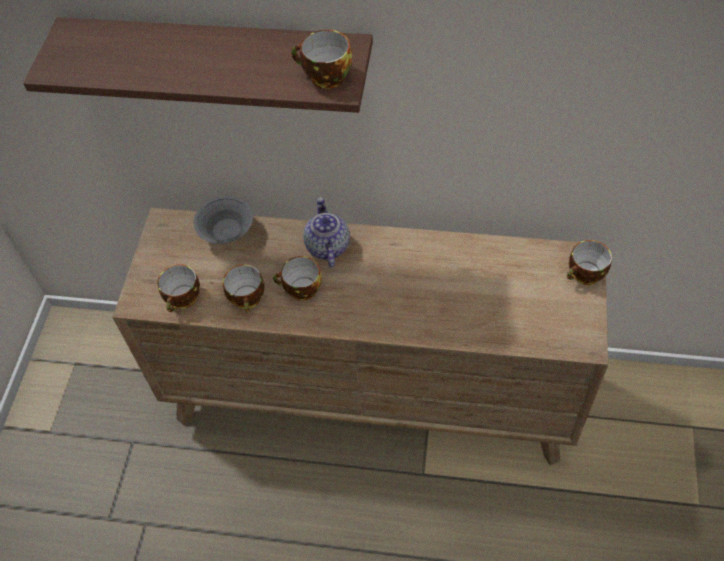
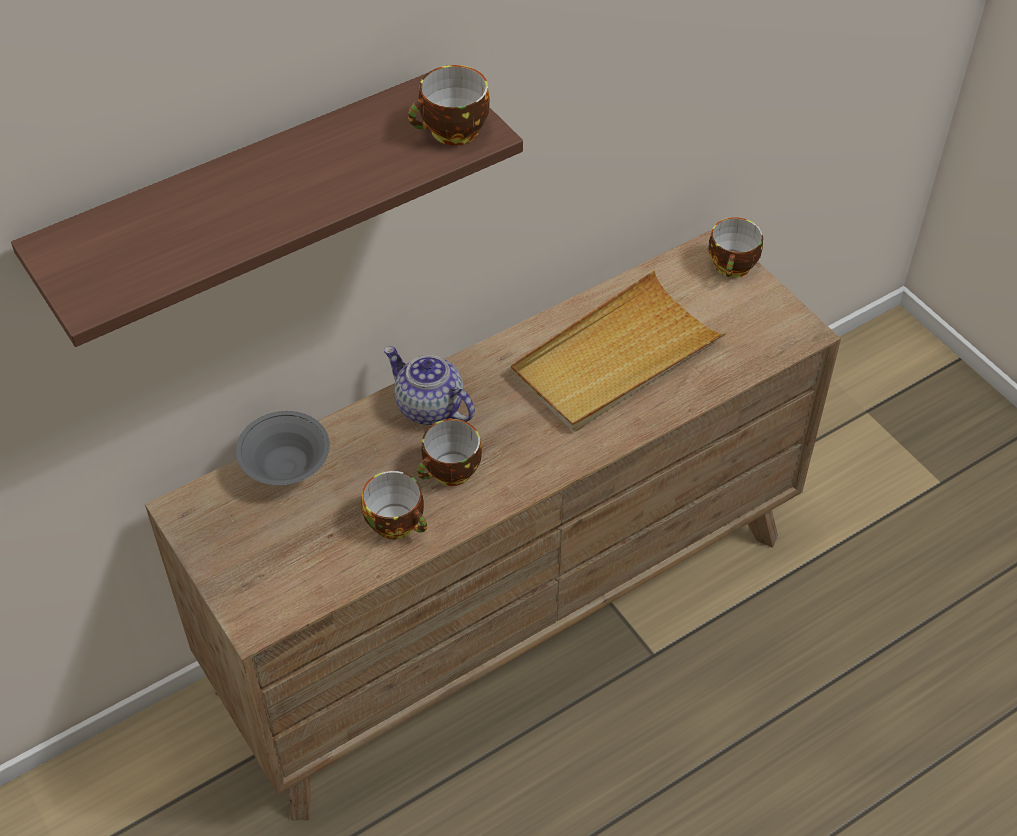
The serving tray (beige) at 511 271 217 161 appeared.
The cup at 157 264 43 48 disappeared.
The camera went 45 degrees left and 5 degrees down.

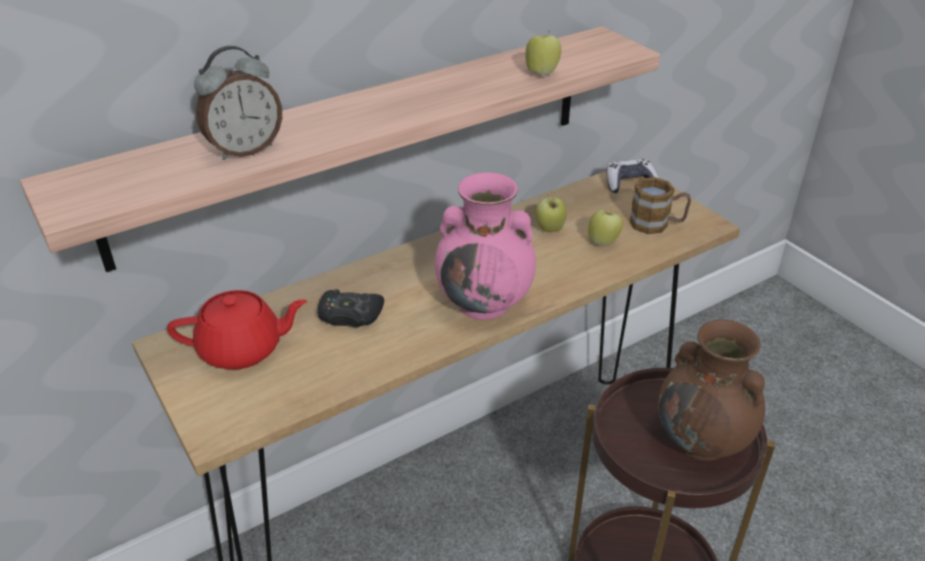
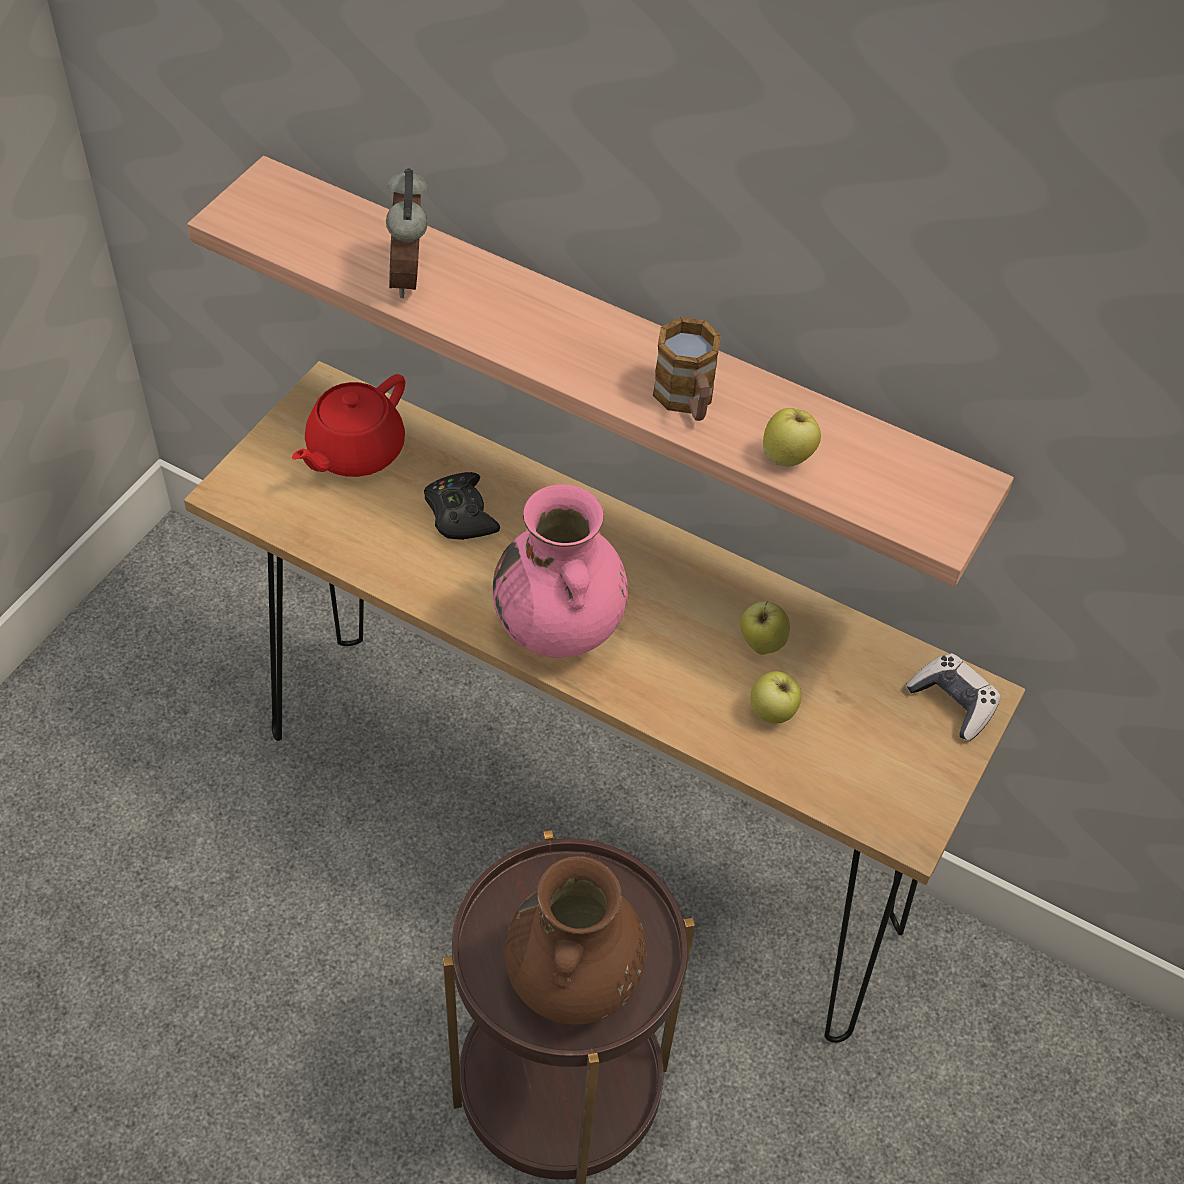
The pot for tea (reddish) at 167 290 140 80 turned 75 degrees clockwise.
The alarm clock at 194 46 88 114 turned 60 degrees clockwise.
The tea mug moved from 629 177 62 57 to 653 317 68 104.
The camera went 60 degrees right and 15 degrees up.

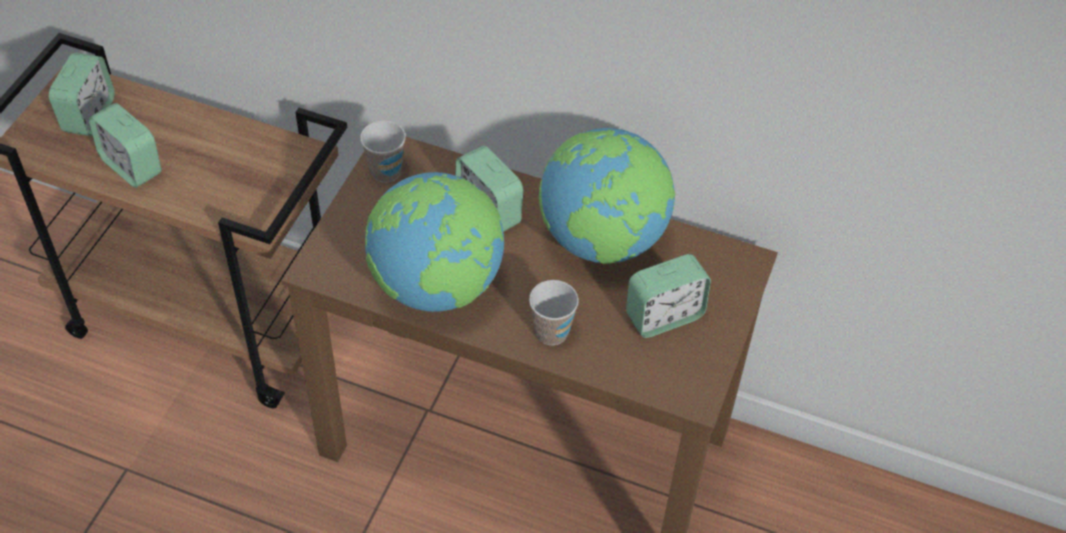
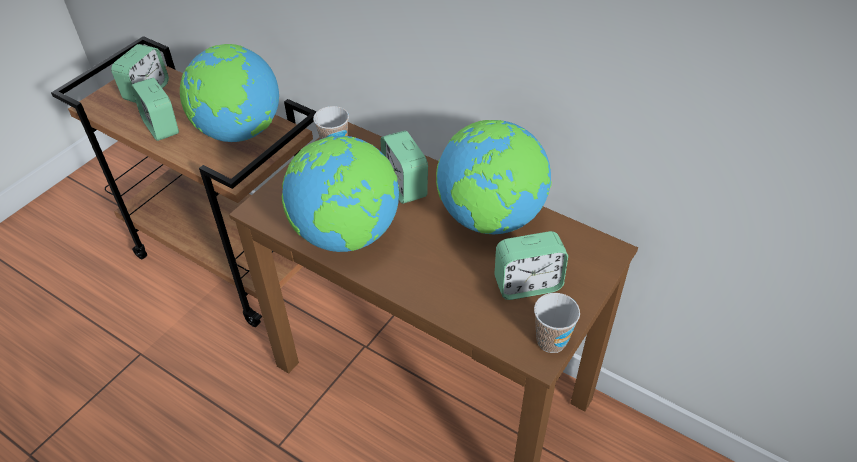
The world globe at 180 44 99 98 appeared.
The cup moved from 529 280 50 65 to 534 293 46 60.
The camera went 15 degrees right and 5 degrees down.

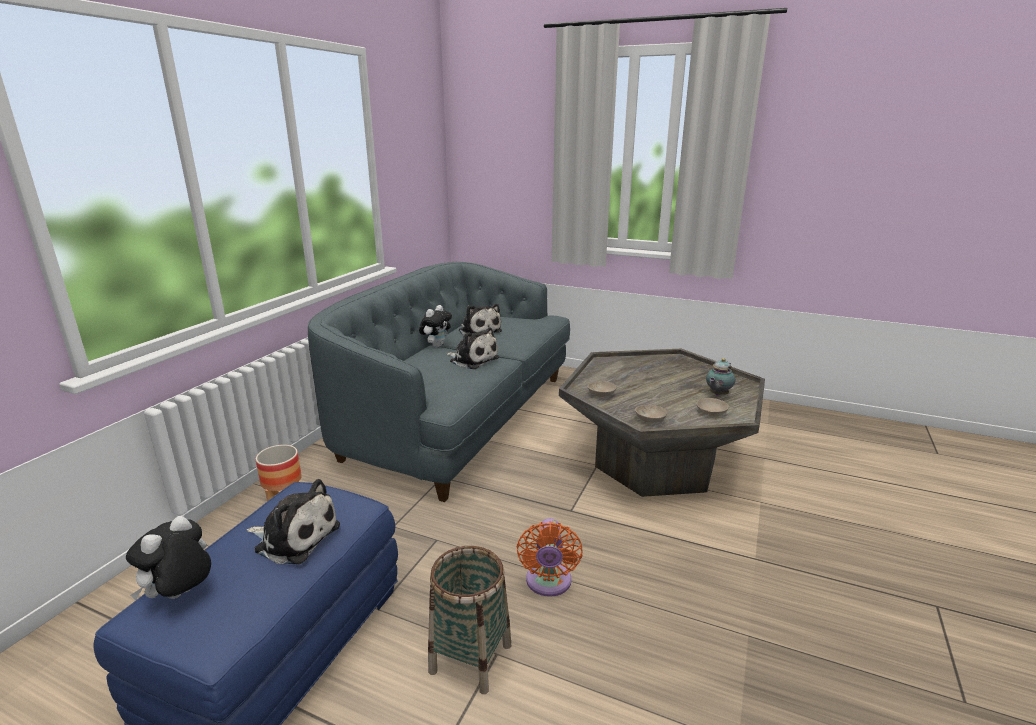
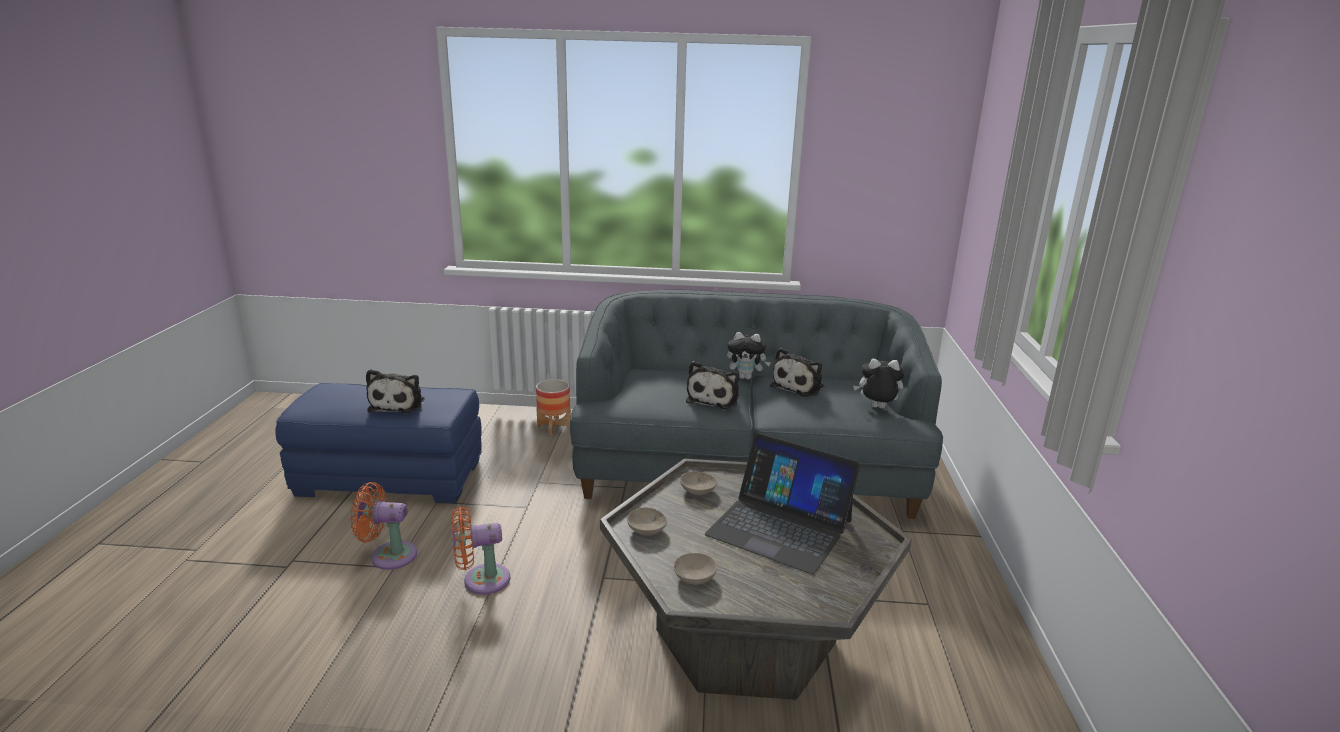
The household basket at 428 546 83 148 was replaced by the electric fan (orange-coloured) at 350 482 67 88.
The portable computer at 705 433 156 141 appeared.
The cuddly toy moved from 126 516 85 84 to 853 359 52 50.
The pot for tea at 706 358 29 38 disappeared.
The camera went 70 degrees right and 0 degrees up.

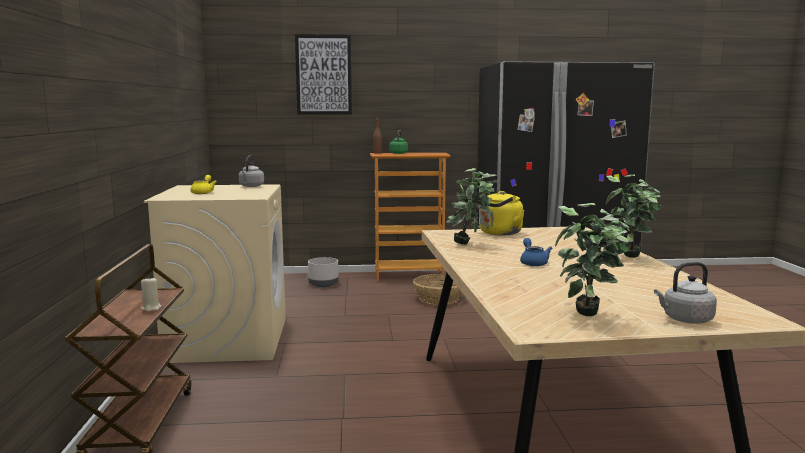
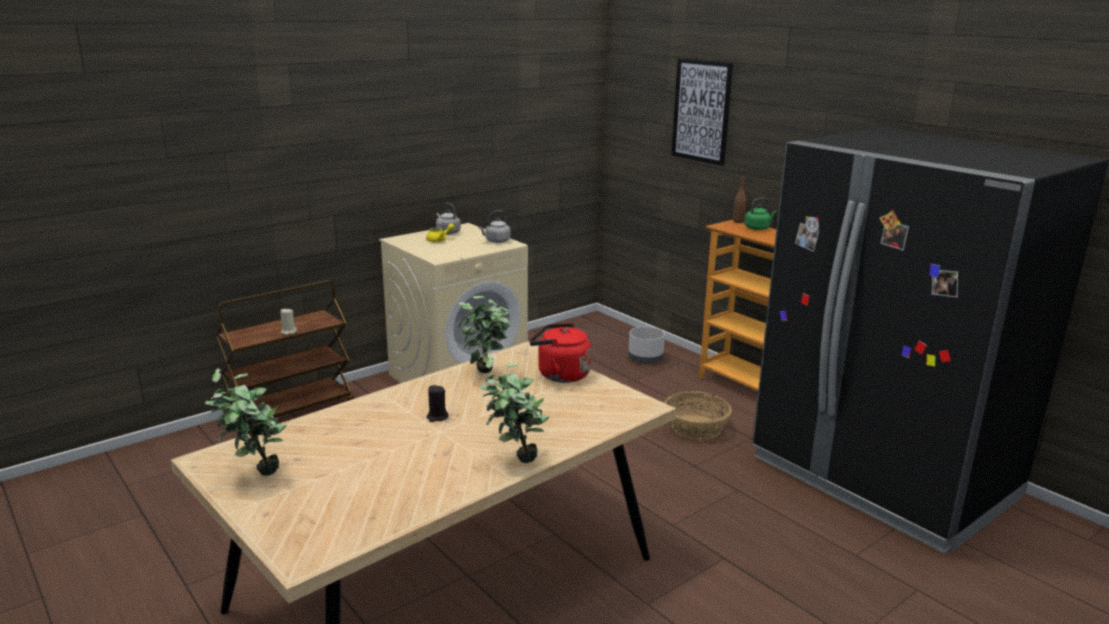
The pot for tea (bluish) at 520 238 32 28 was replaced by the candle (black-coloured) at 426 385 23 37.
The water kettle (grey) moved from 654 262 63 62 to 436 203 25 31.
The water kettle (yellowish) at 472 191 53 44 became the water kettle (reddish) at 529 323 62 60.
The camera went 55 degrees right and 10 degrees up.

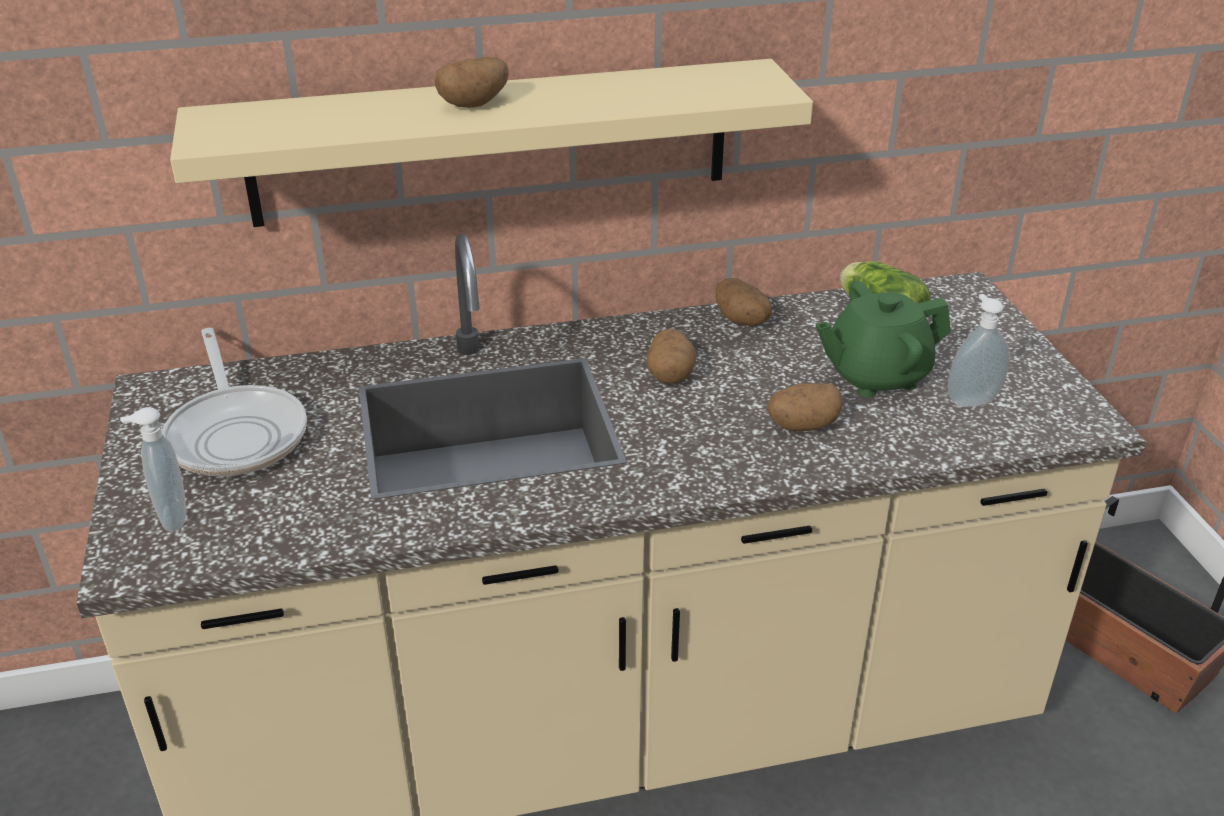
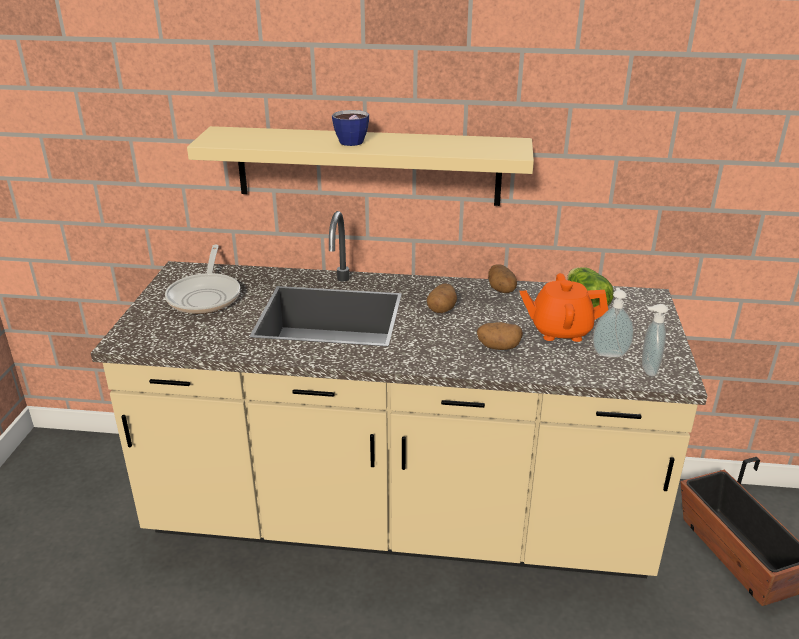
The spud at 435 57 74 51 was replaced by the cup at 332 110 37 36.
The pot for tea (greenish) at 816 281 135 116 became the pot for tea (orange-coloured) at 520 273 88 69.
The soap dispenser moved from 120 407 66 125 to 642 304 26 72.
The camera went 20 degrees right and 5 degrees down.

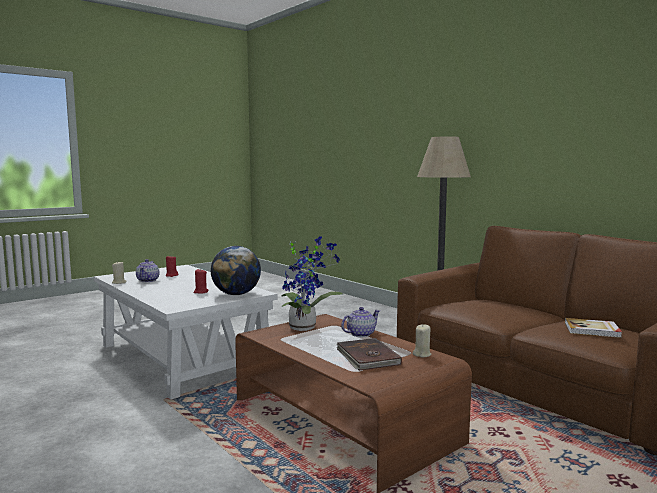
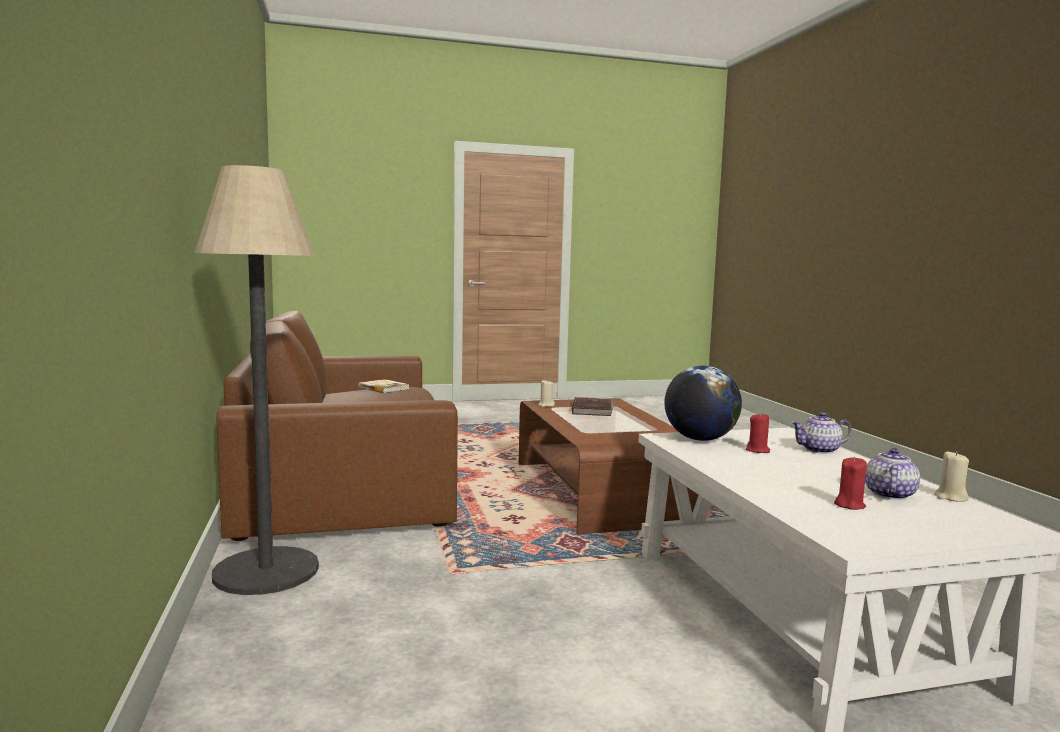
The pot for tea moved from 341 307 39 30 to 791 412 61 42.
The plant in a pot at 281 236 62 95 disappeared.
The camera went 155 degrees left and 0 degrees up.

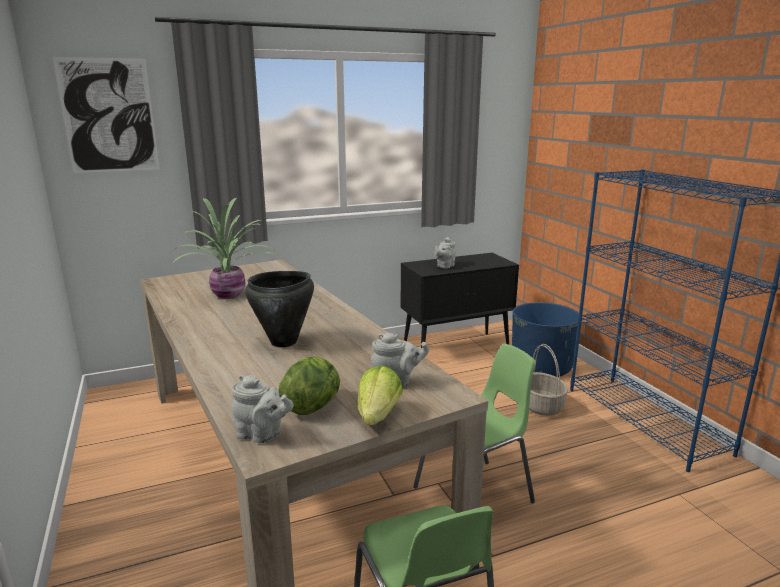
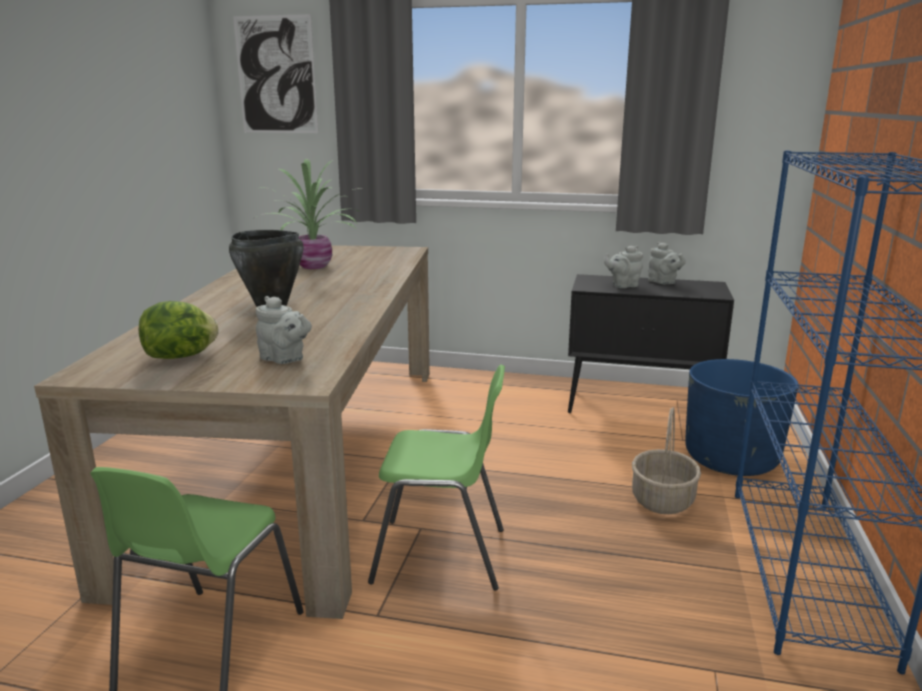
The pot for tea (grey) moved from 231 375 63 68 to 648 242 38 42.
The head of lettuce at 358 365 45 60 disappeared.
The camera went 35 degrees right and 0 degrees up.

